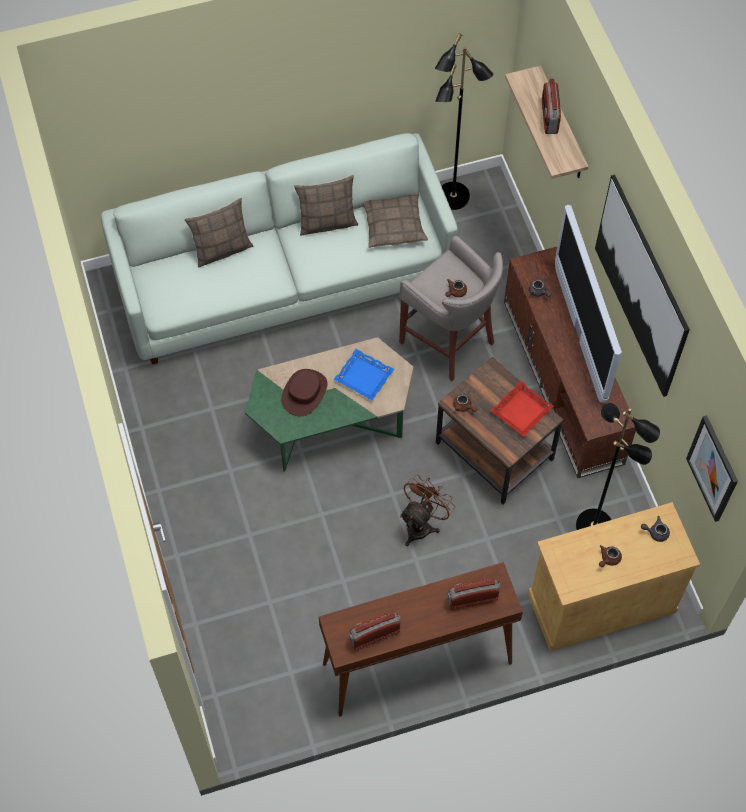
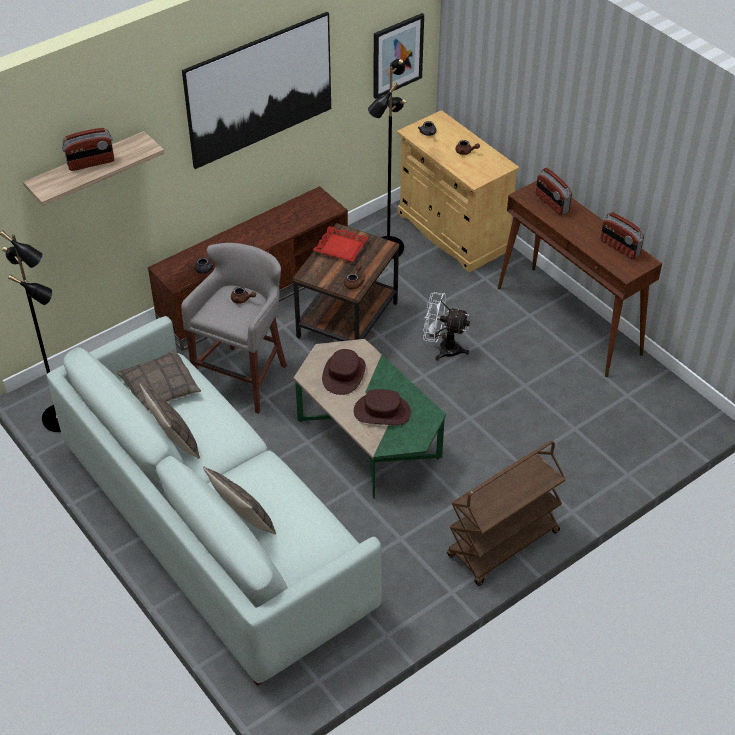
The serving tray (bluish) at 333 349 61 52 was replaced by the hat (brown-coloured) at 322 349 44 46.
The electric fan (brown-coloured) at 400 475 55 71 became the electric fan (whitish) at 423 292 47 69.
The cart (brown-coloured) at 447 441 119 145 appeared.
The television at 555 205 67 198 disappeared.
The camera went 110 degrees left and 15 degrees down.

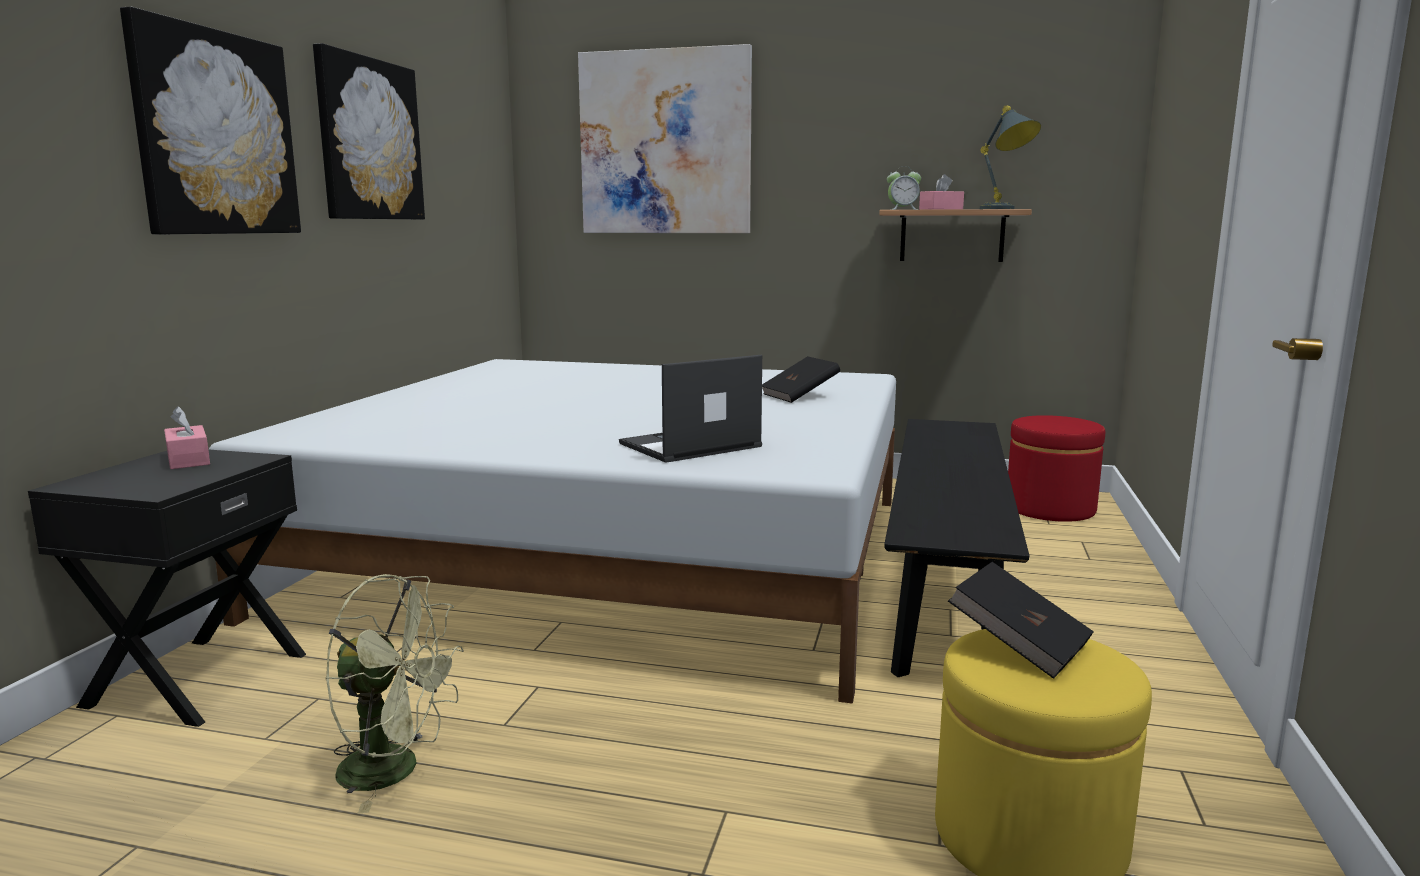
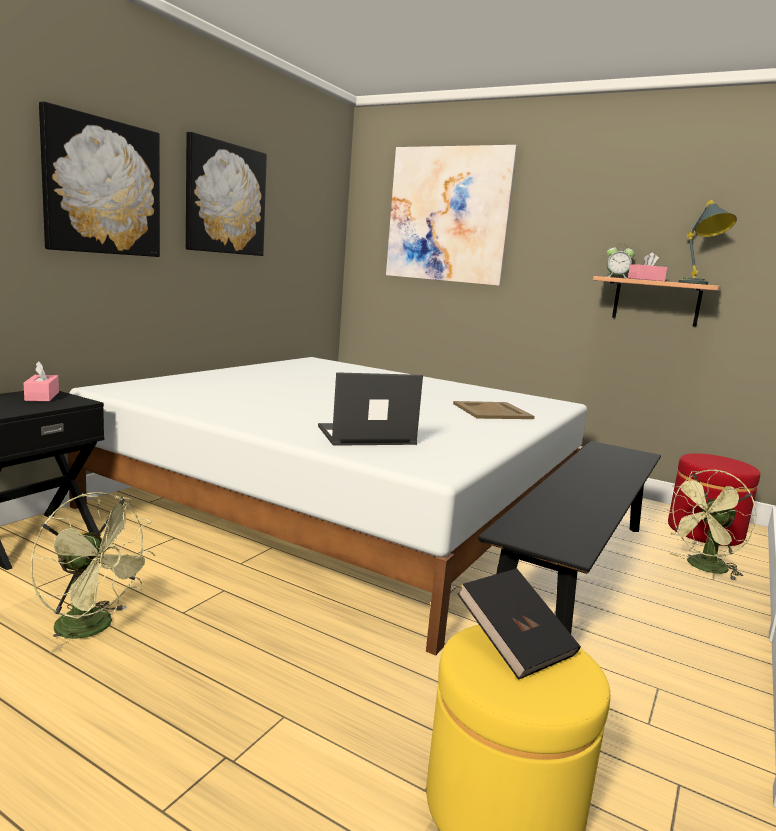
The bound book (black-coloured) at 762 356 78 47 was replaced by the serving tray (beige) at 453 401 82 18.
The electric fan (greenish) at 664 470 93 111 appeared.
The camera went 15 degrees right and 0 degrees up.

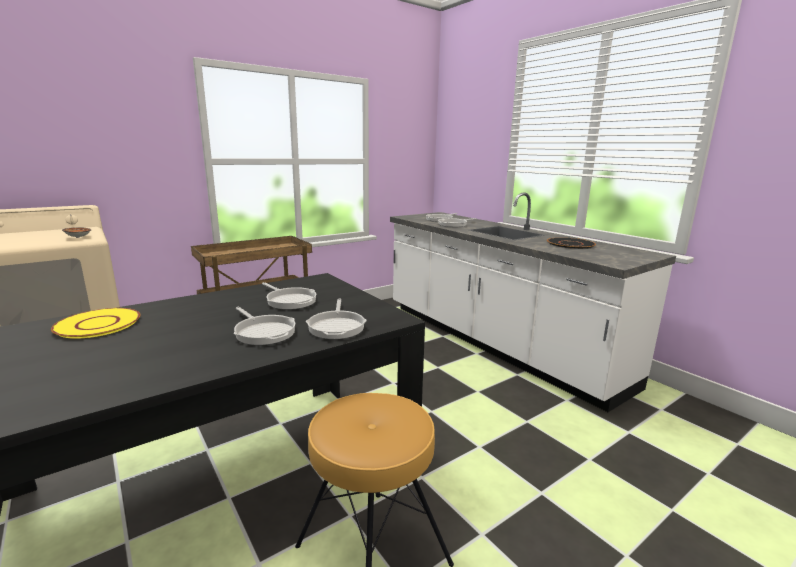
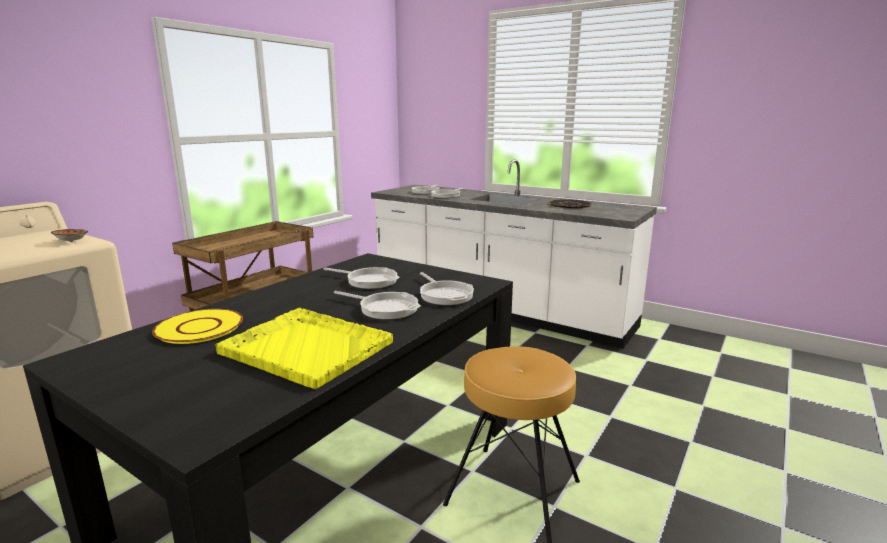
The serving tray (yellowish) at 215 308 178 81 appeared.
The camera went 20 degrees left and 0 degrees up.

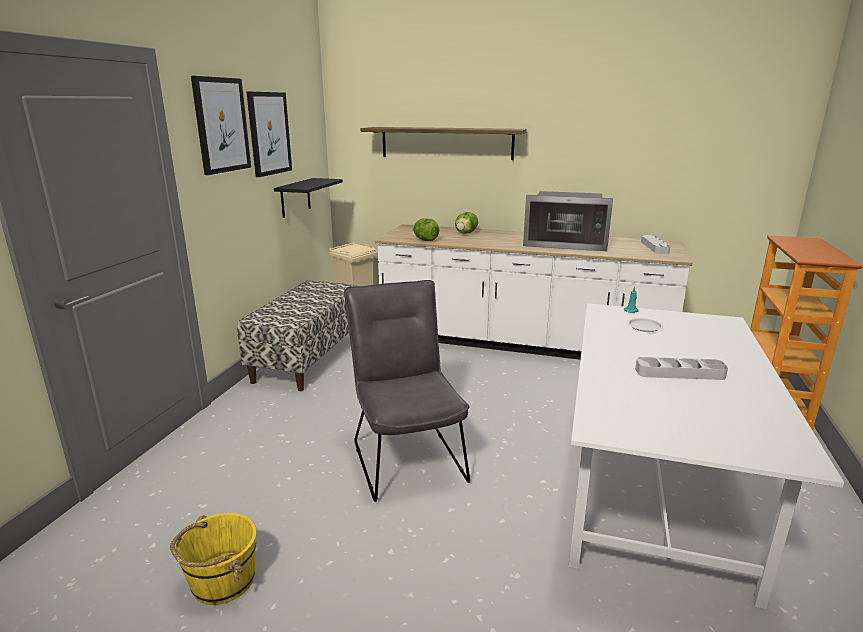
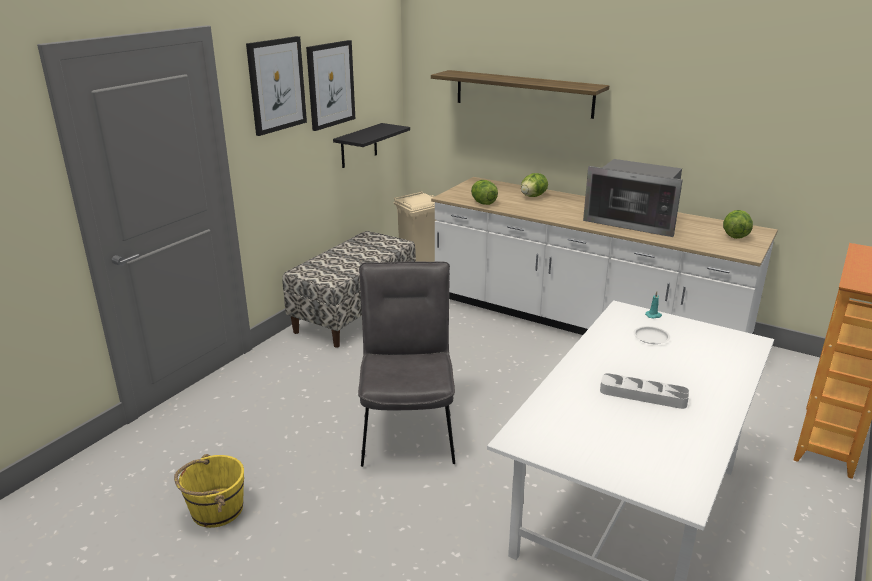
The serving tray (grey) at 641 235 29 19 was replaced by the head of lettuce at 723 210 30 29.
The camera went 15 degrees right and 5 degrees up.

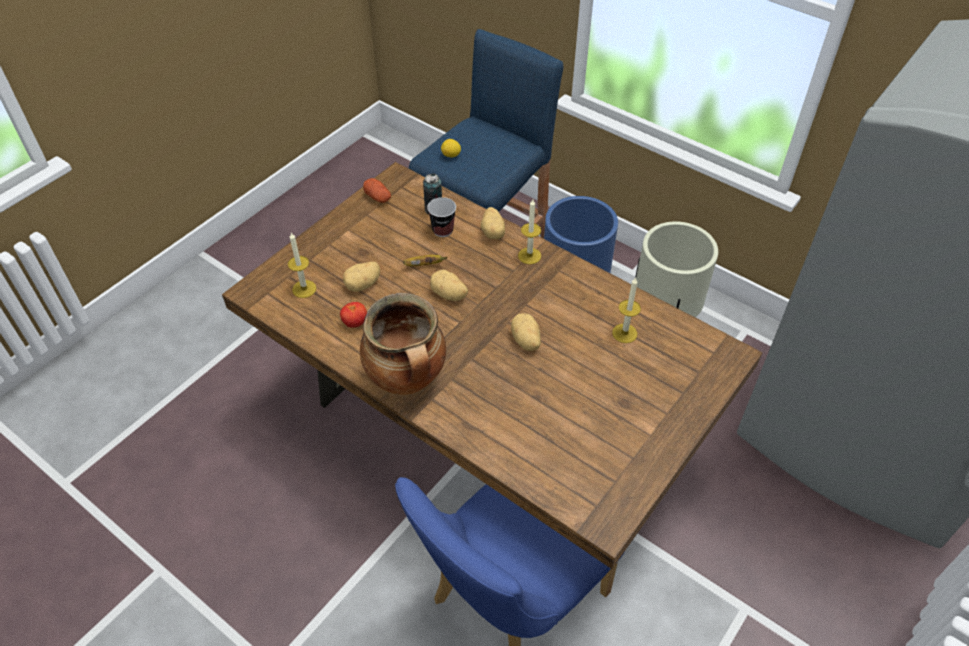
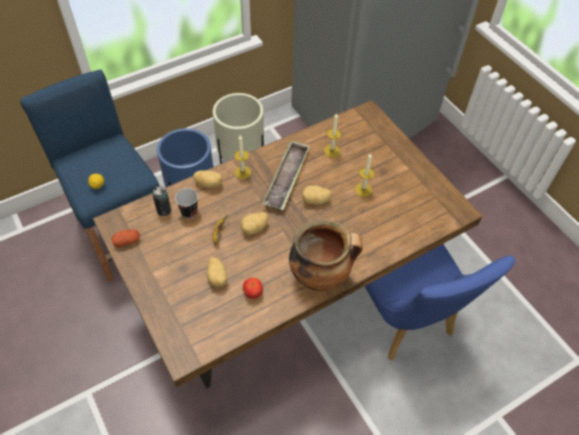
The serving tray at 263 140 47 70 appeared.
The candle moved from 288 233 29 65 to 355 153 19 44.
The camera went 70 degrees left and 5 degrees up.

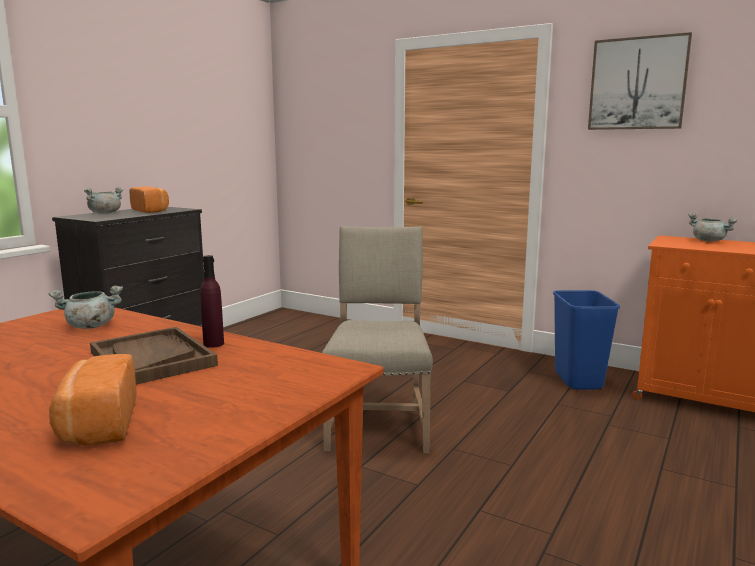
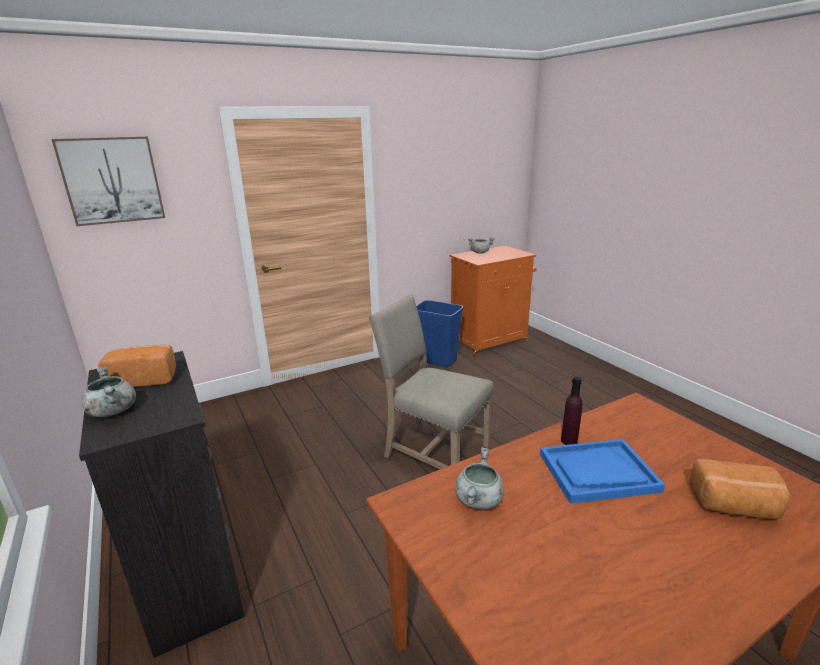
The picture moved from 588 32 104 98 to 51 137 114 89.
The serving tray (brown-coloured) at 90 327 128 58 became the serving tray (bluish) at 540 439 125 65.
The camera went 60 degrees left and 10 degrees up.

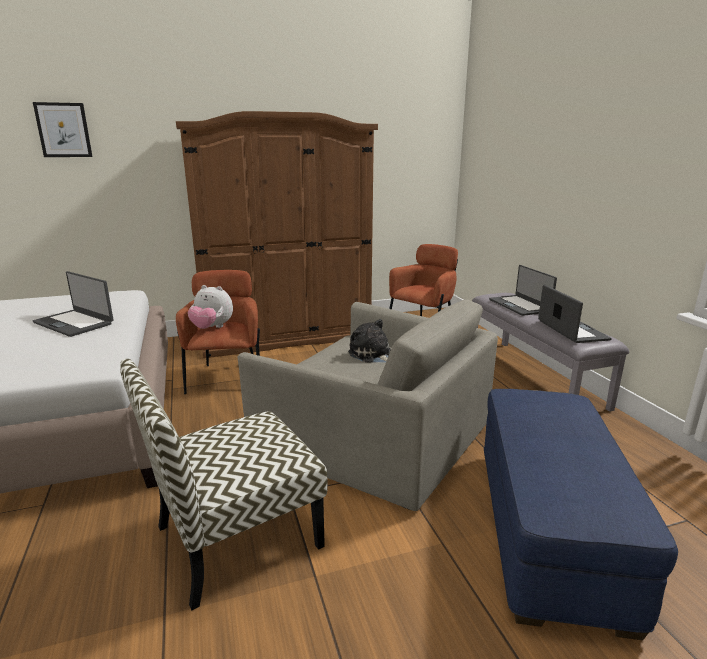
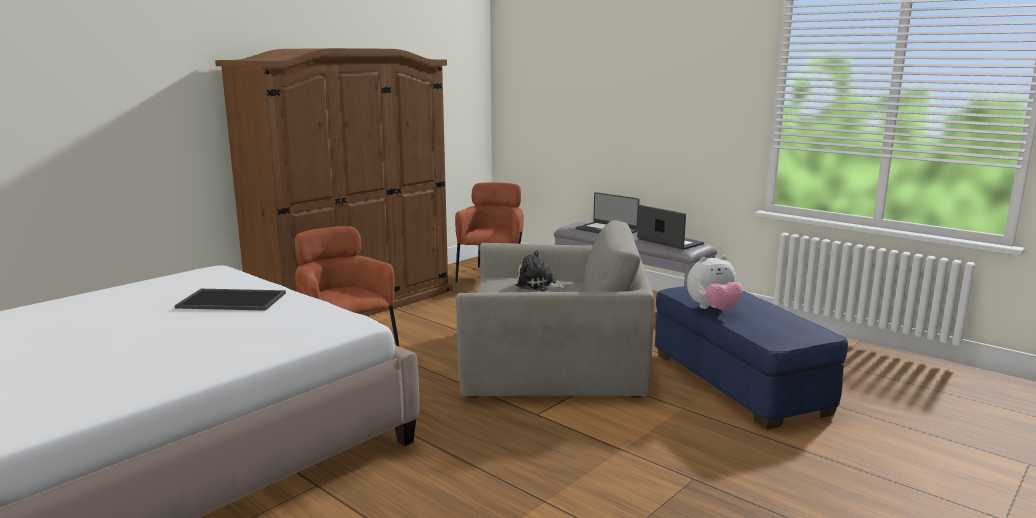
The portable computer at 33 271 81 66 was replaced by the serving tray at 175 289 111 22.
The cuddly toy moved from 188 285 45 44 to 687 255 56 55.
The picture at 33 102 60 55 disappeared.
The chair at 120 359 208 252 disappeared.
The camera went 30 degrees left and 5 degrees down.

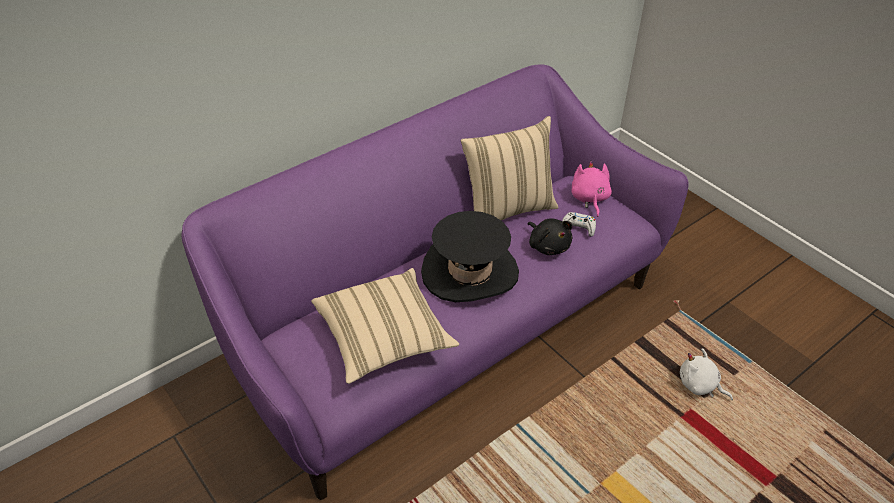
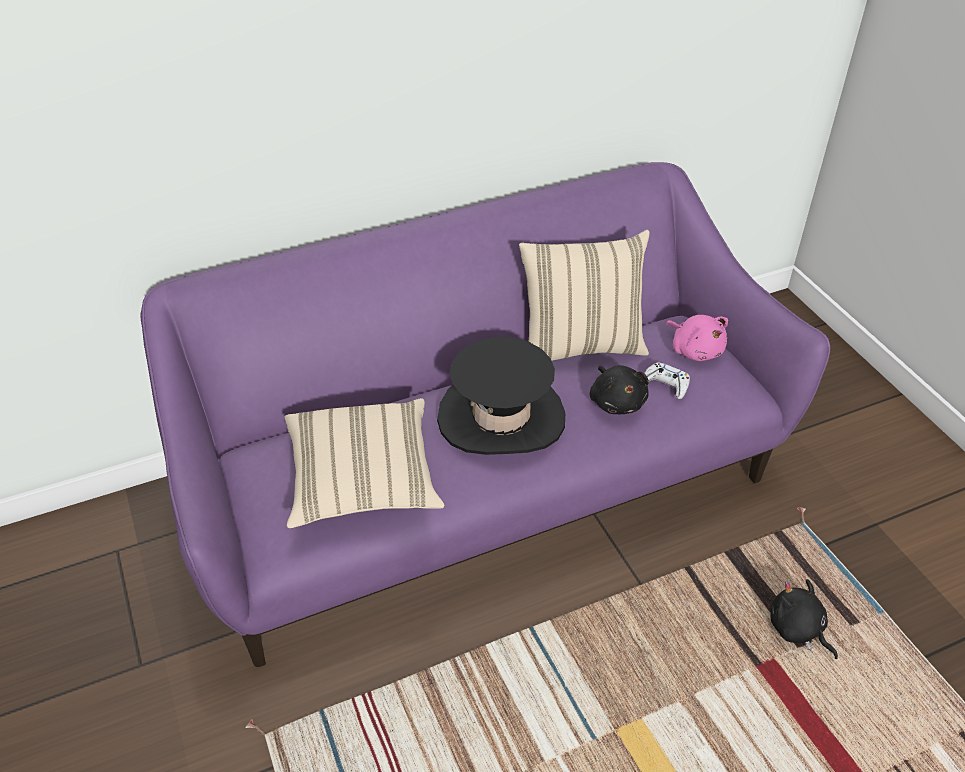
The cuddly toy (pink-coloured) at 571 161 41 56 turned 135 degrees clockwise.
The cuddly toy (whitish) at 680 348 53 52 became the cuddly toy (black-coloured) at 770 579 68 80.
The camera went 15 degrees right and 0 degrees up.

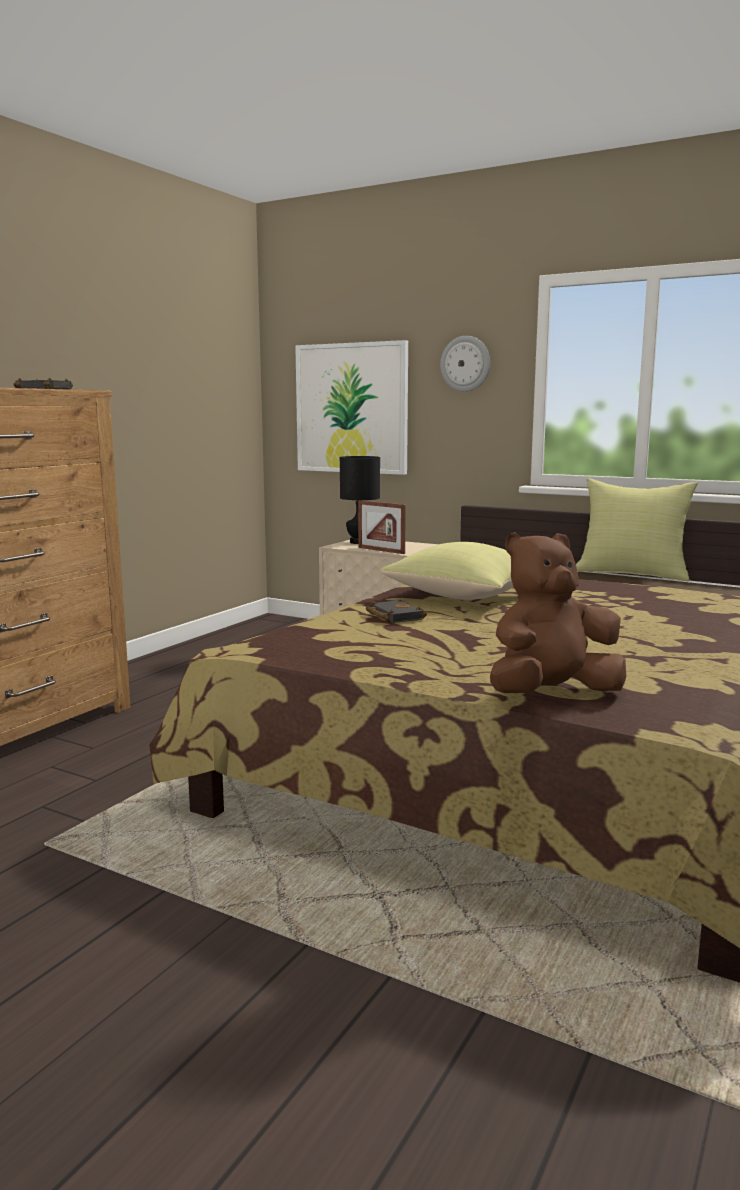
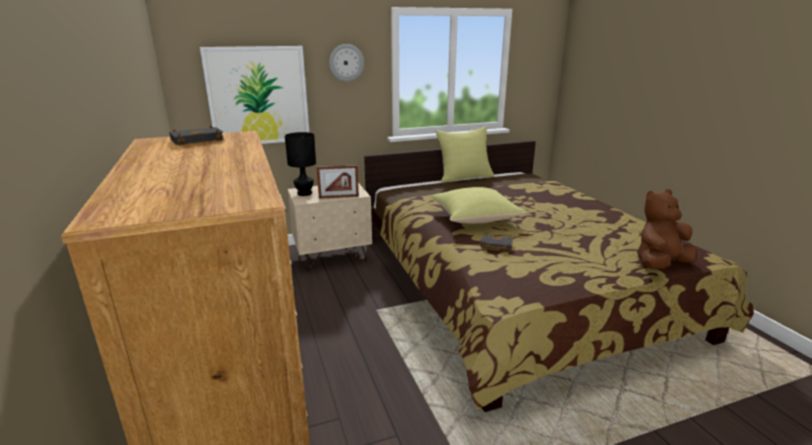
The cuddly toy (brown-coloured) at 490 532 136 161 turned 45 degrees clockwise.
The camera went 50 degrees left and 10 degrees up.

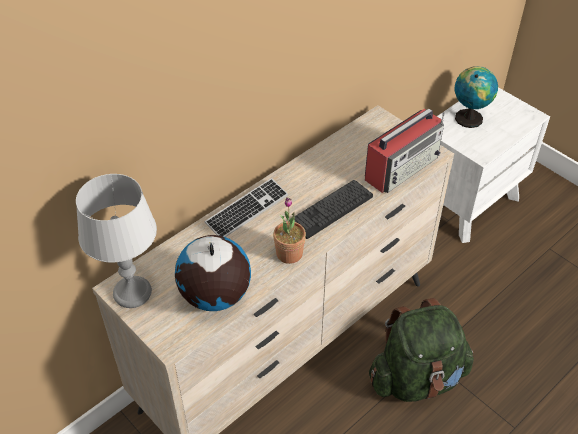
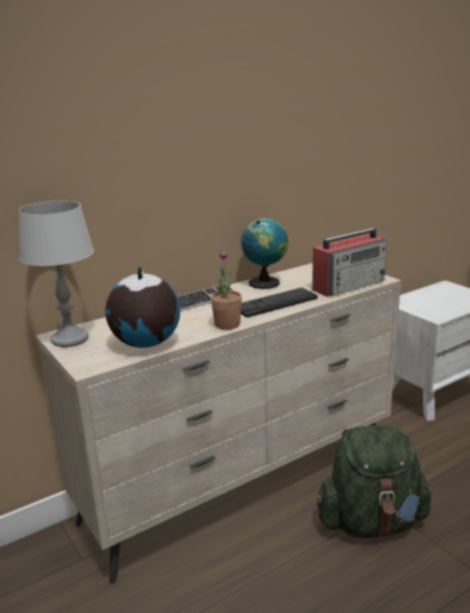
The world globe moved from 454 66 44 62 to 241 218 47 71.
The camera went 10 degrees right and 25 degrees down.

